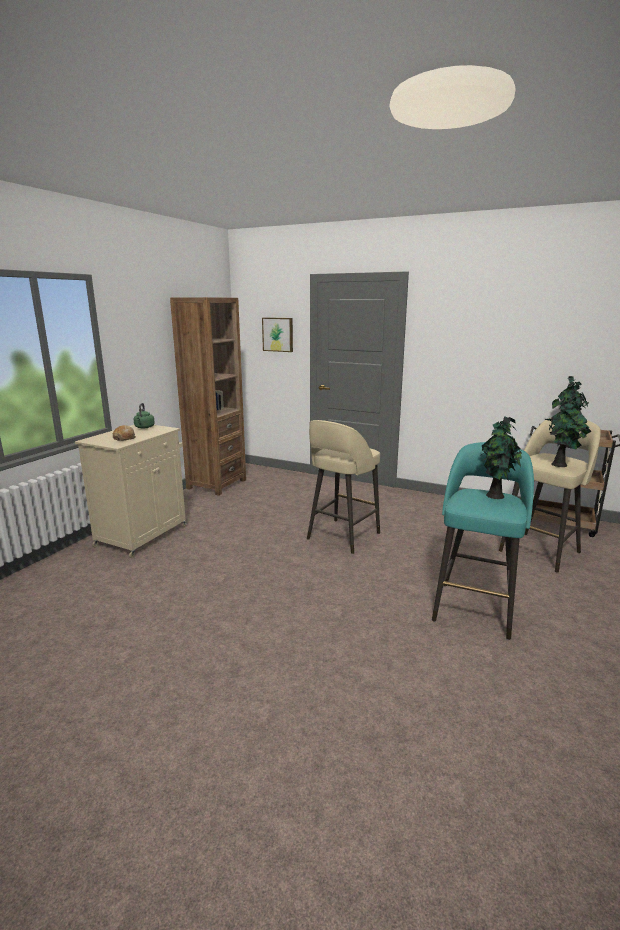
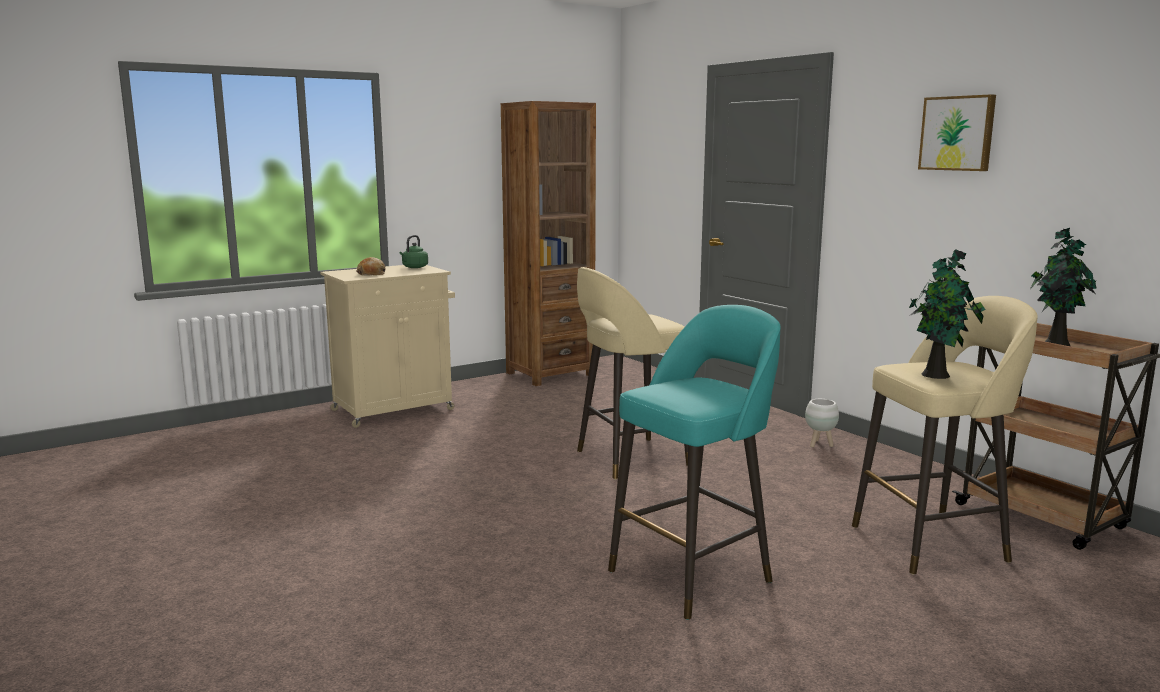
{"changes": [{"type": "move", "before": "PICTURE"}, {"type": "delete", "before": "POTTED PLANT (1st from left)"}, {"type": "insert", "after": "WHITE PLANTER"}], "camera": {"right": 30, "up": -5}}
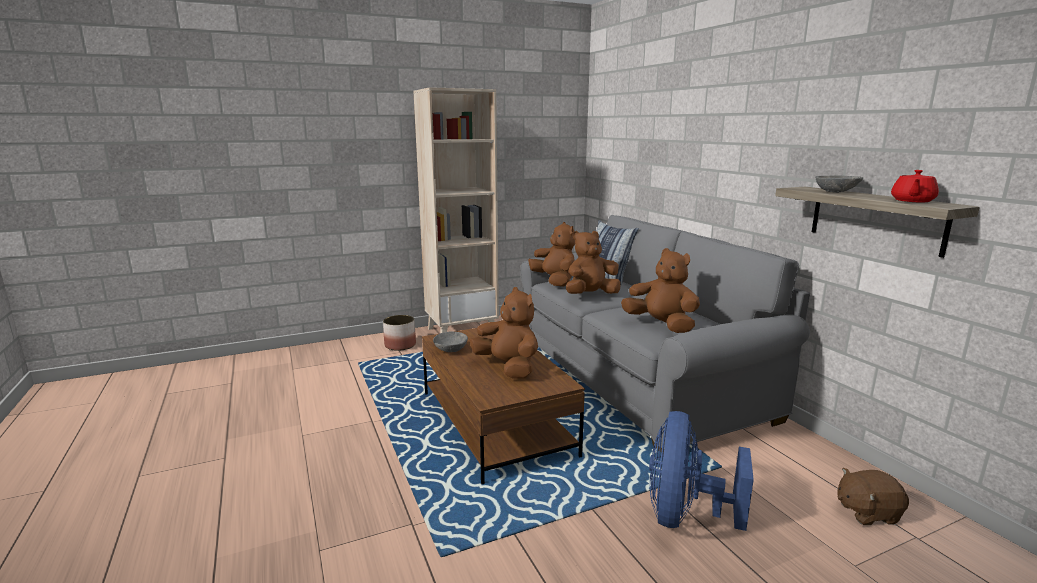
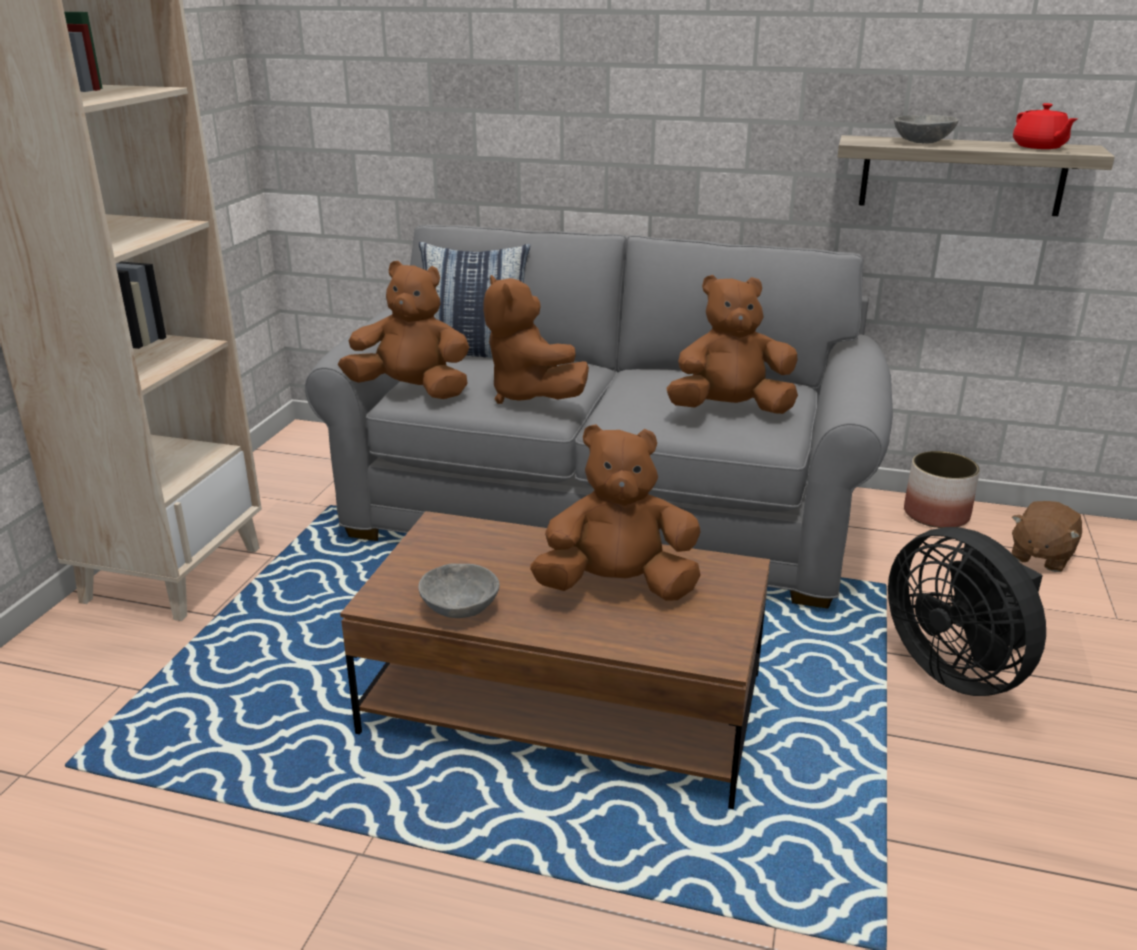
{"changes": [{"type": "rotate", "before": "BROWN PLUSH TOY (3rd from left in the first image)", "turn": -45}, {"type": "move", "before": "PLANTER"}, {"type": "recolor", "before": "BLUE FAN", "after": "BLACK FAN"}], "camera": {"right": -50, "up": 10}}
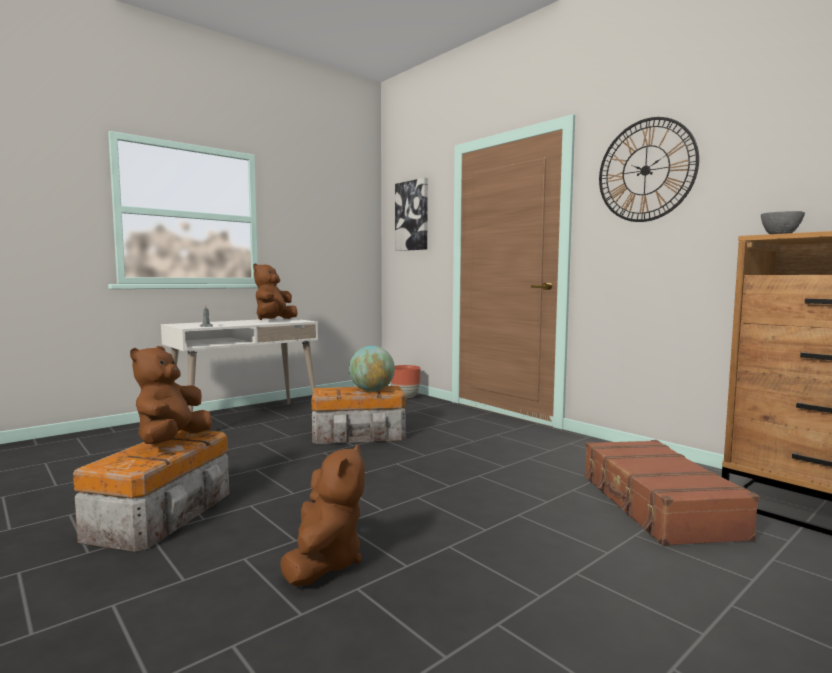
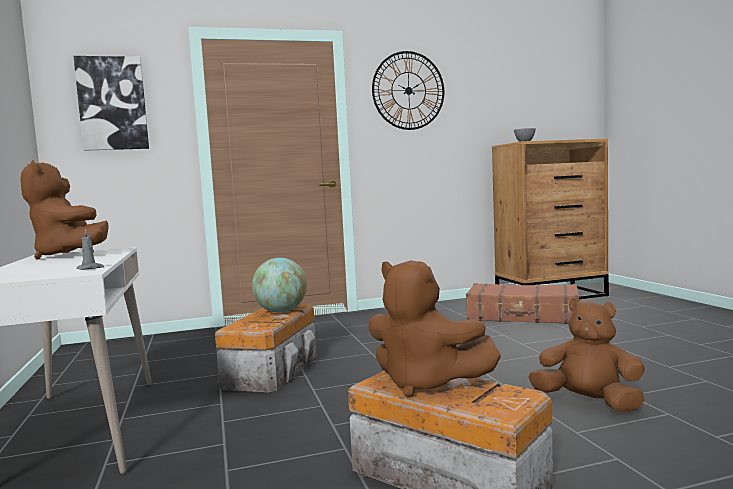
{"changes": [{"type": "delete", "before": "BROWN PLANTER"}], "camera": {"right": -65, "up": 0}}
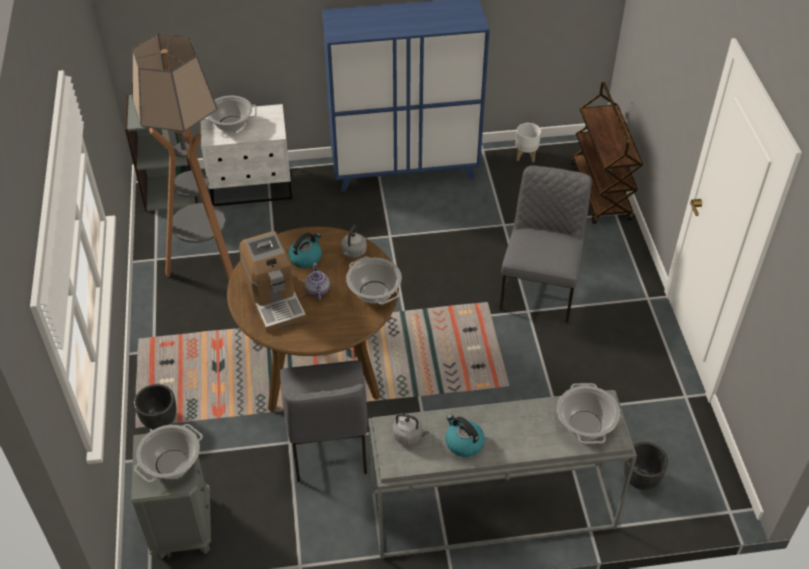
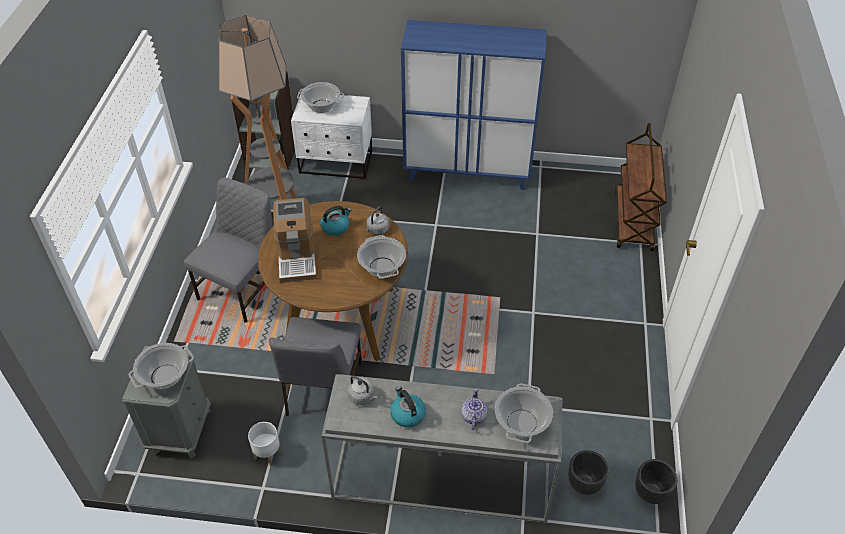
{"changes": [{"type": "move", "before": "WHITE PLANTER"}, {"type": "move", "before": "GREY CHAIR (2nd from left in the first image)", "after": "GREY CHAIR (1st from left)"}, {"type": "move", "before": "TEAPOT"}, {"type": "move", "before": "BLACK PLANTER (1st from left in the first image)", "after": "BLACK PLANTER (2nd from left)"}], "camera": {"right": 15, "up": 0}}
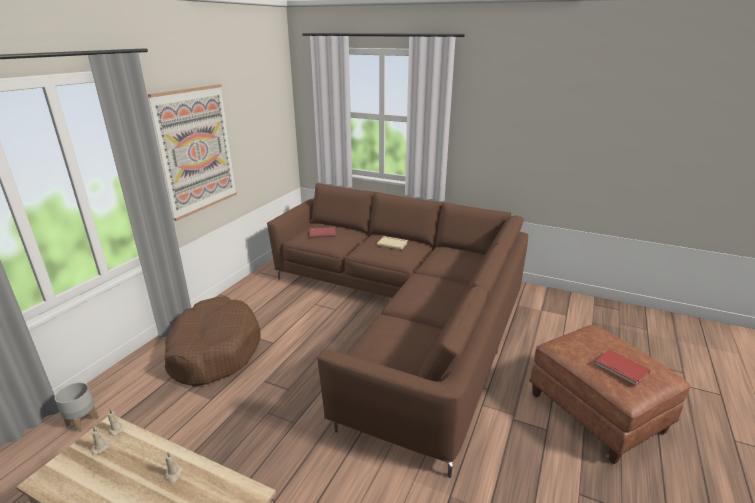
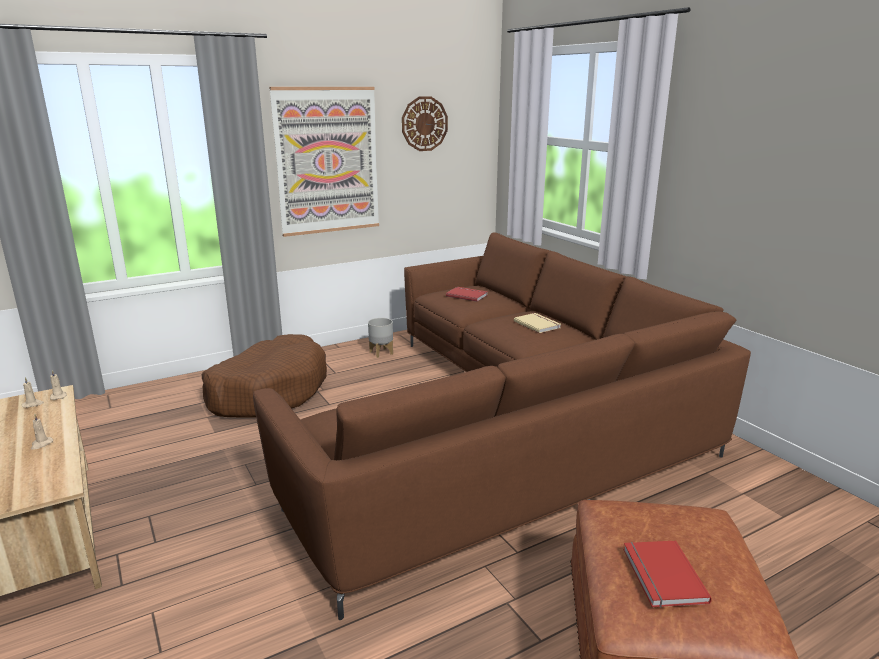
{"changes": [{"type": "move", "before": "GREY PLANTER"}, {"type": "insert", "after": "WALL CLOCK"}], "camera": {"right": 35, "up": -5}}
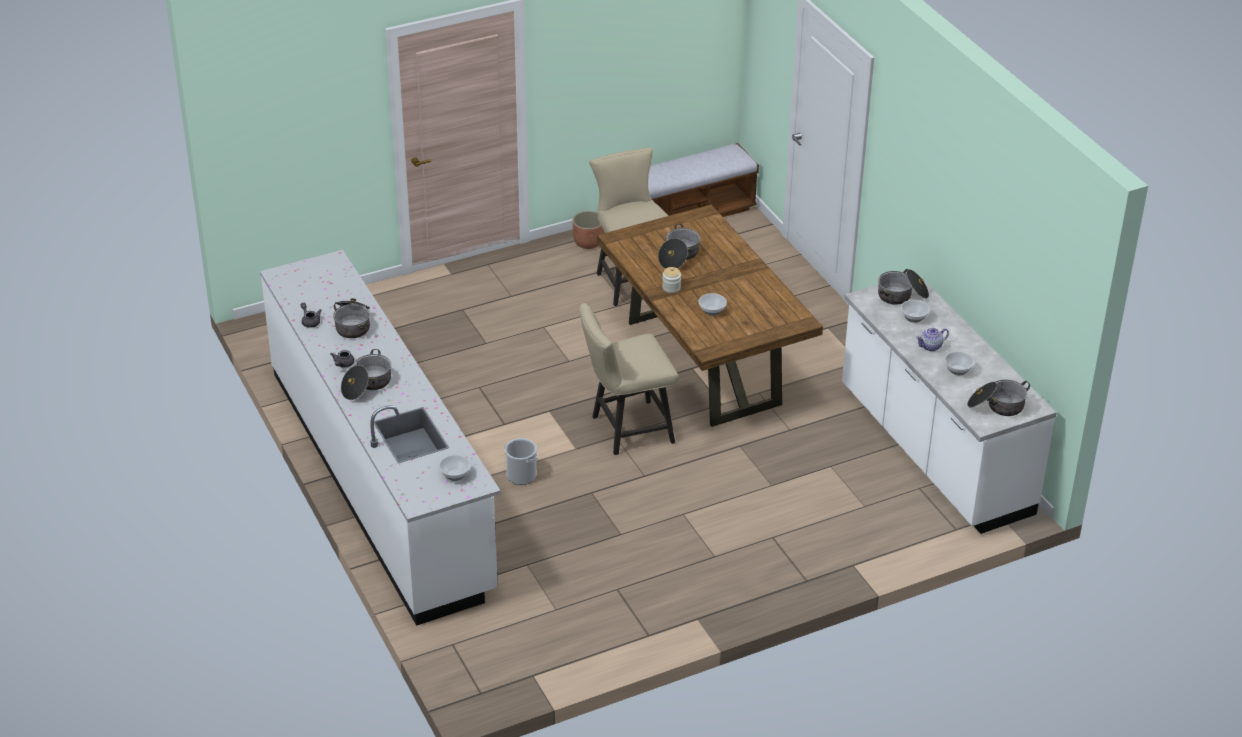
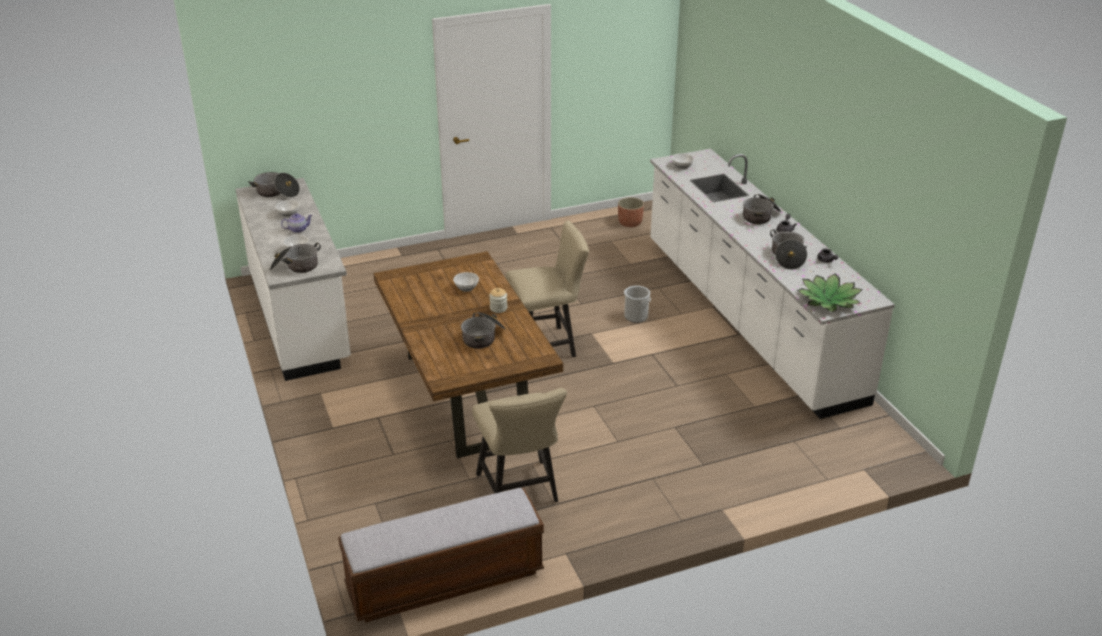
{"changes": [{"type": "move", "before": "PLANTER"}, {"type": "insert", "after": "POTTED PLANT"}], "camera": {"right": -175, "up": -5}}
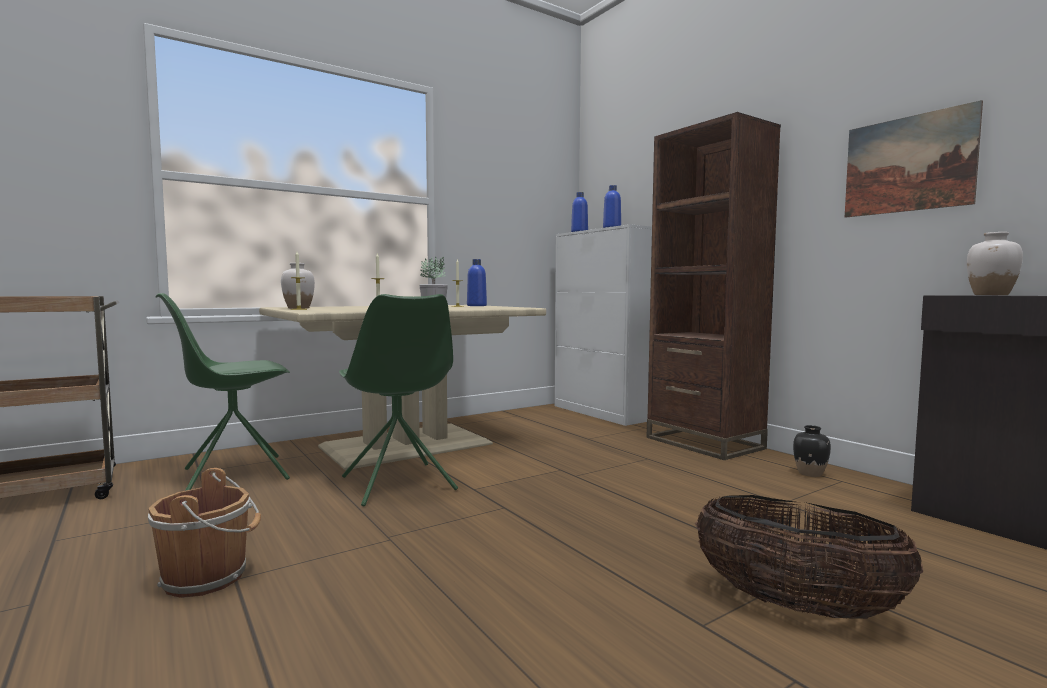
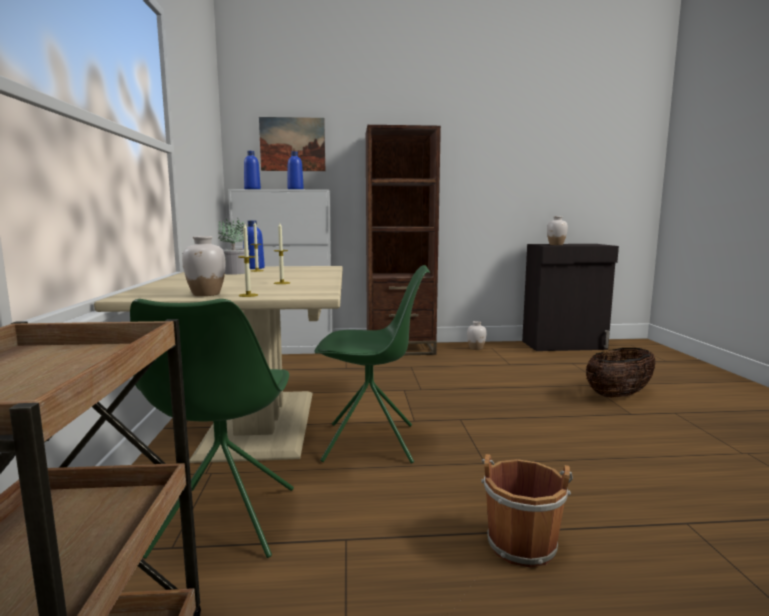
{"changes": [{"type": "move", "before": "PICTURE"}, {"type": "recolor", "before": "BLACK VASE", "after": "WHITE VASE (2nd from left)"}], "camera": {"right": -60, "up": 5}}
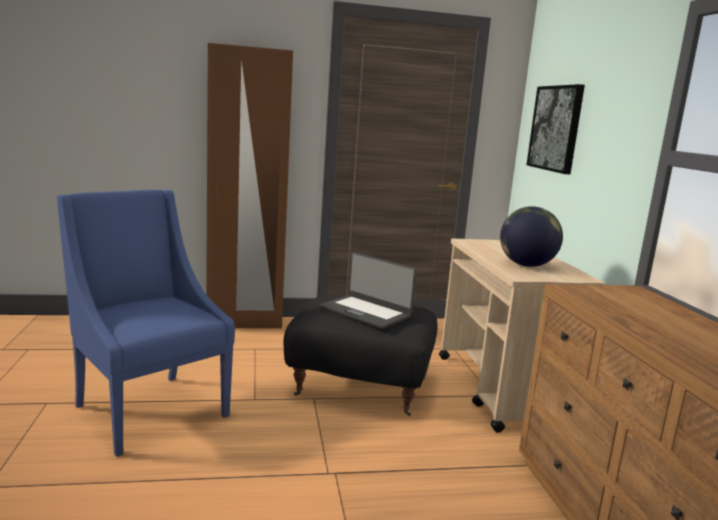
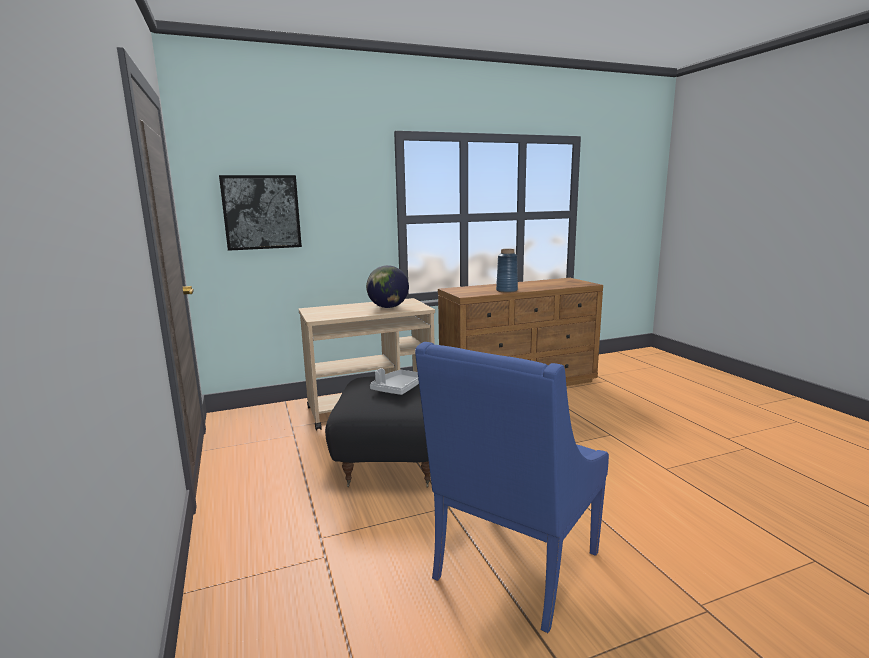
{"changes": [{"type": "delete", "before": "BROWN WARDROBE"}, {"type": "replace", "before": "LAPTOP", "after": "GREY TRAY"}, {"type": "insert", "after": "BLUE VASE"}], "camera": {"right": -100, "up": 0}}
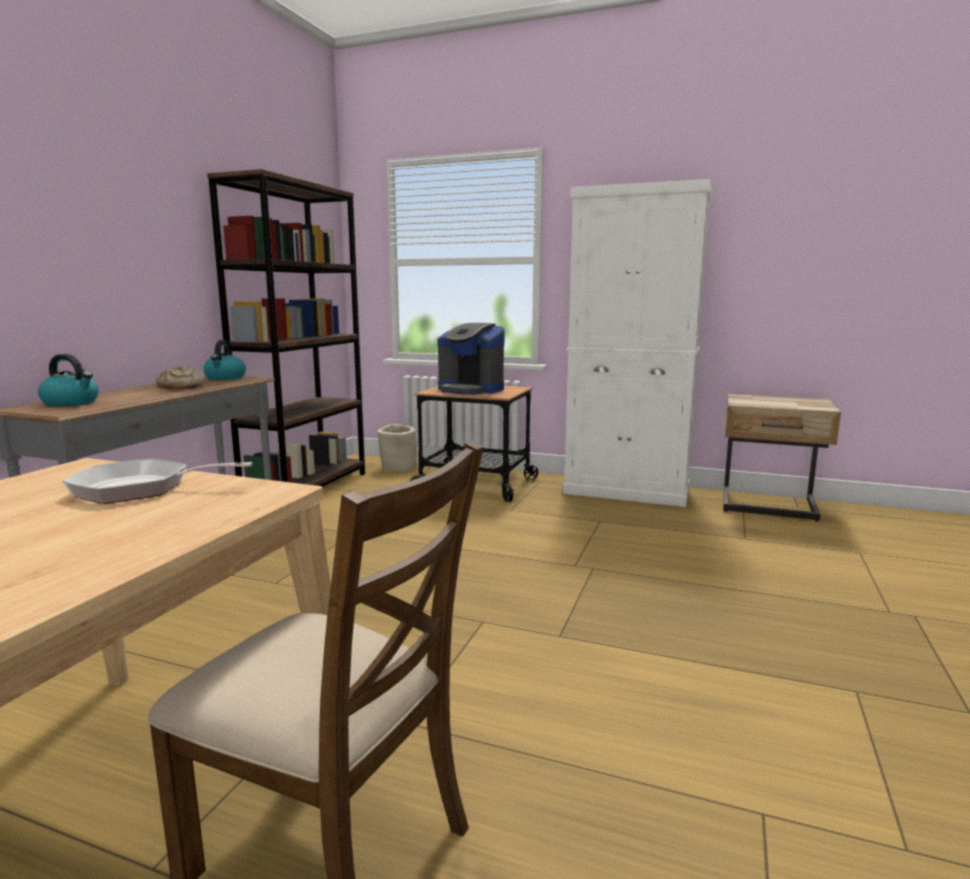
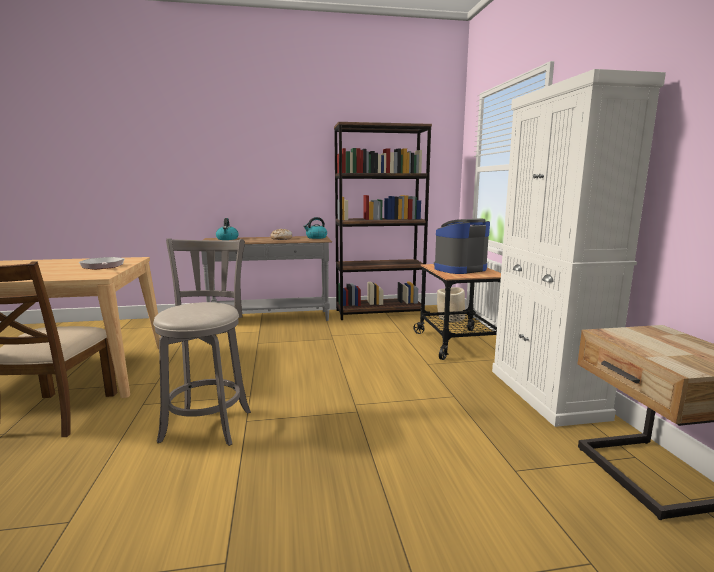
{"changes": [{"type": "rotate", "before": "COFFEE MACHINE", "turn": 60}, {"type": "insert", "after": "GREY STOOL"}], "camera": {"right": 60, "up": 0}}
